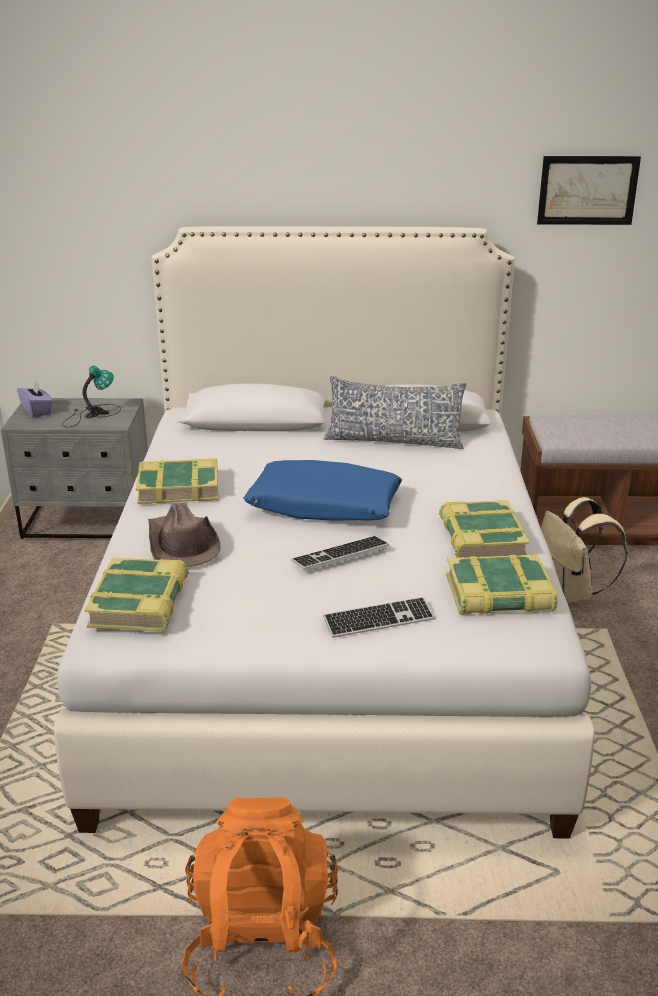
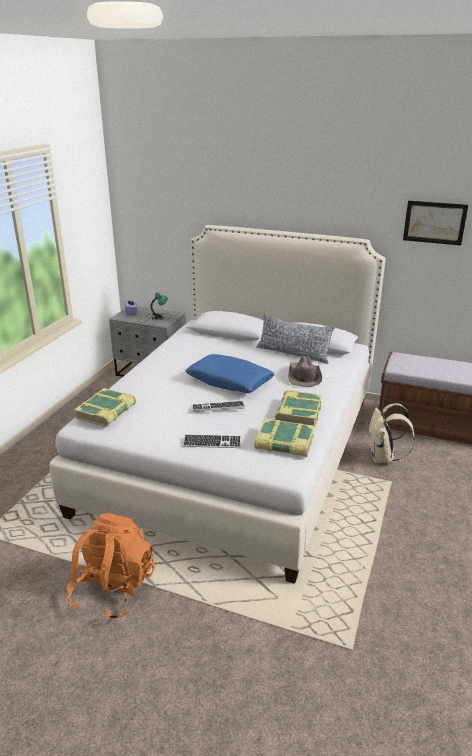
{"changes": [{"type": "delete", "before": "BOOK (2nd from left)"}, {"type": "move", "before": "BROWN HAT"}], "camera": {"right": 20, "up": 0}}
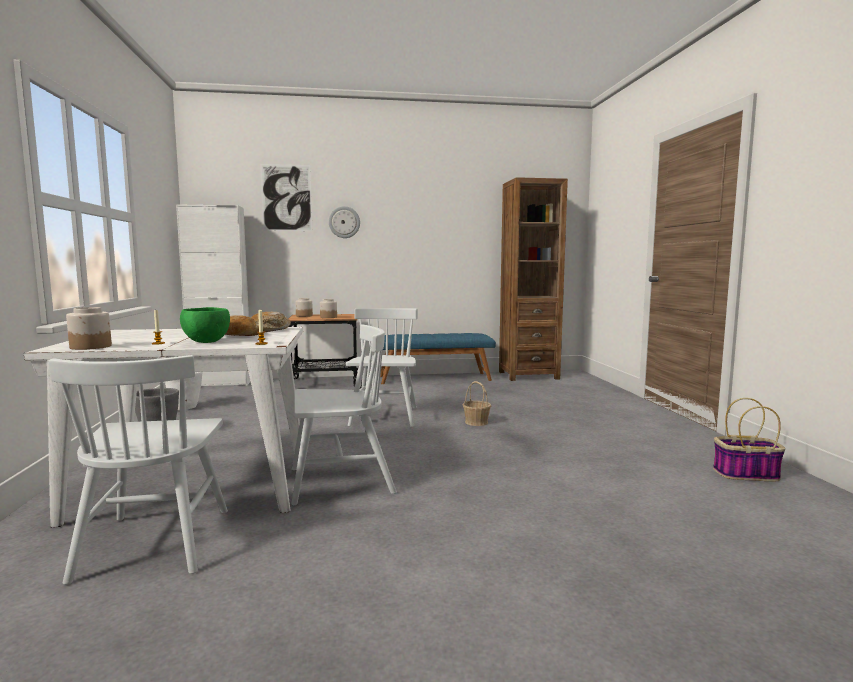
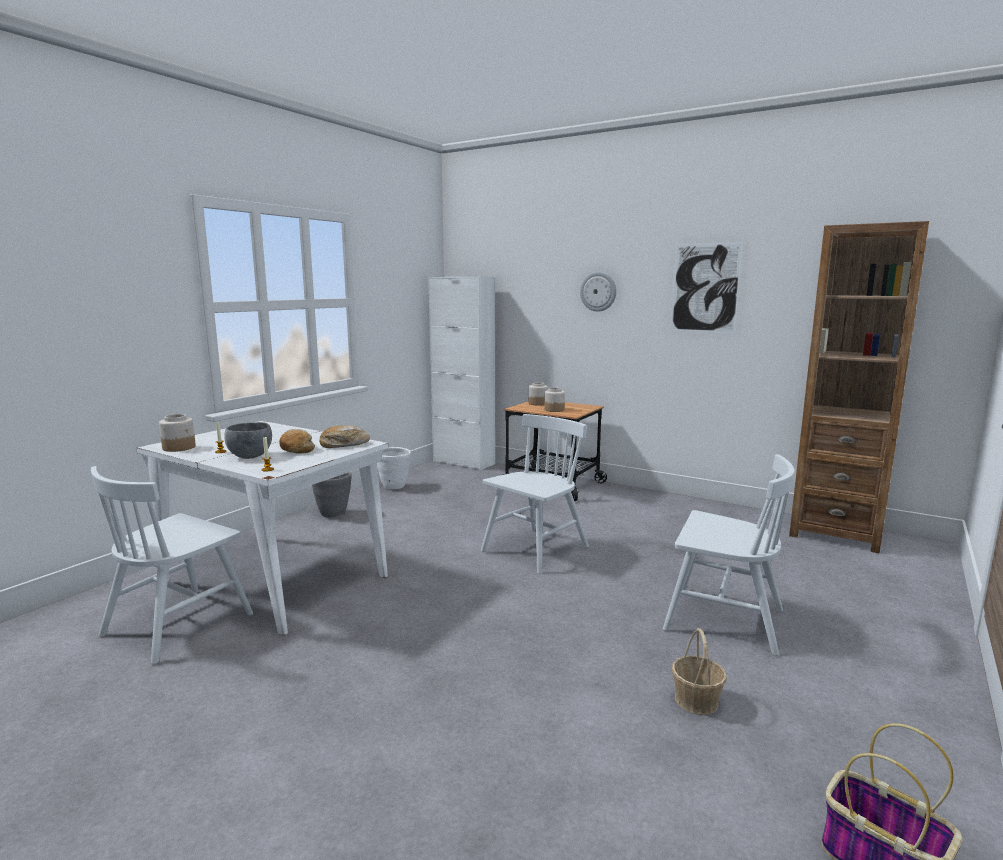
{"changes": [{"type": "move", "before": "PICTURE"}, {"type": "recolor", "before": "GREEN BOWL", "after": "GREY BOWL"}, {"type": "move", "before": "WHITE CHAIR (2nd from left in the first image)", "after": "WHITE CHAIR (3rd from left)"}, {"type": "delete", "before": "BLUE BENCH"}, {"type": "move", "before": "BASKET (1st from left)"}], "camera": {"right": 40, "up": 5}}
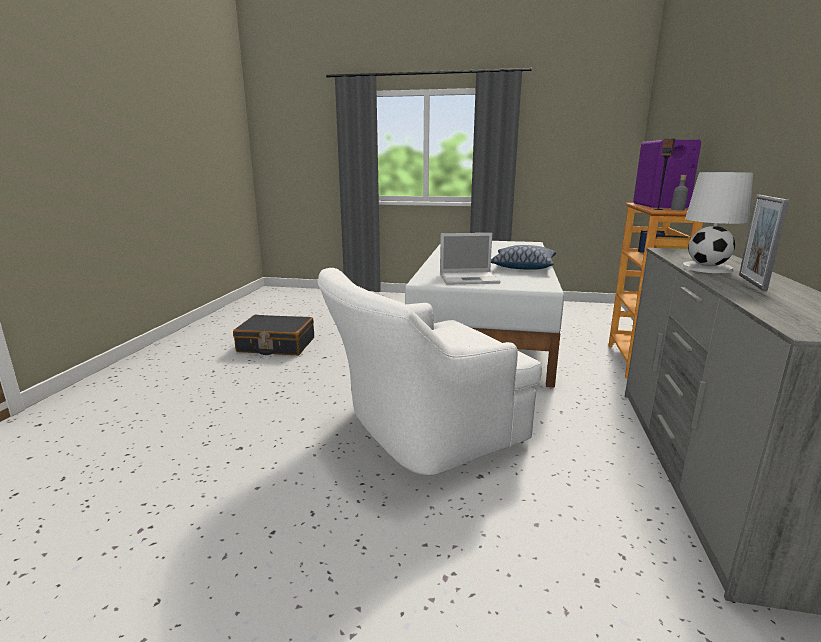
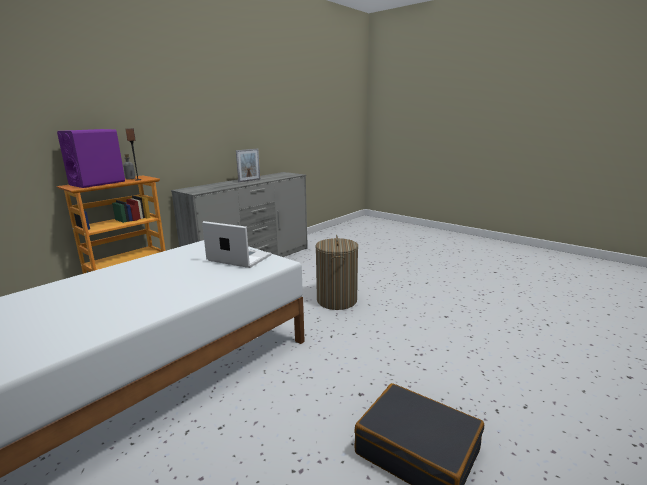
{"changes": [{"type": "delete", "before": "WHITE TABLE LAMP"}, {"type": "delete", "before": "PILLOW"}, {"type": "replace", "before": "WHITE ARMCHAIR", "after": "LAUNDRY BASKET"}], "camera": {"right": -150, "up": 0}}
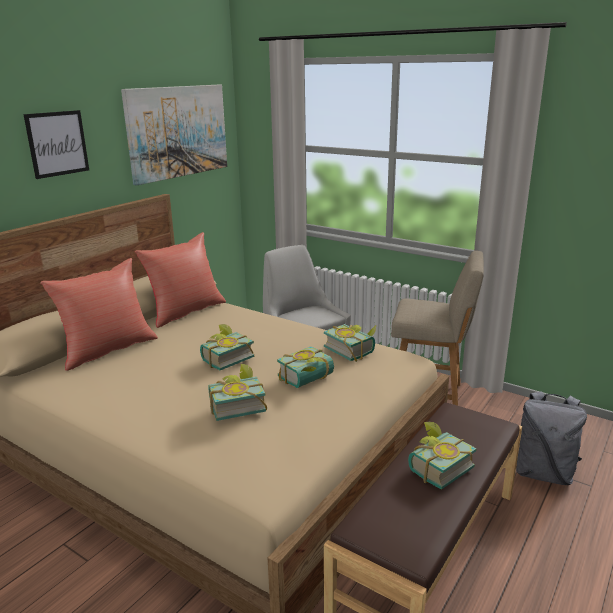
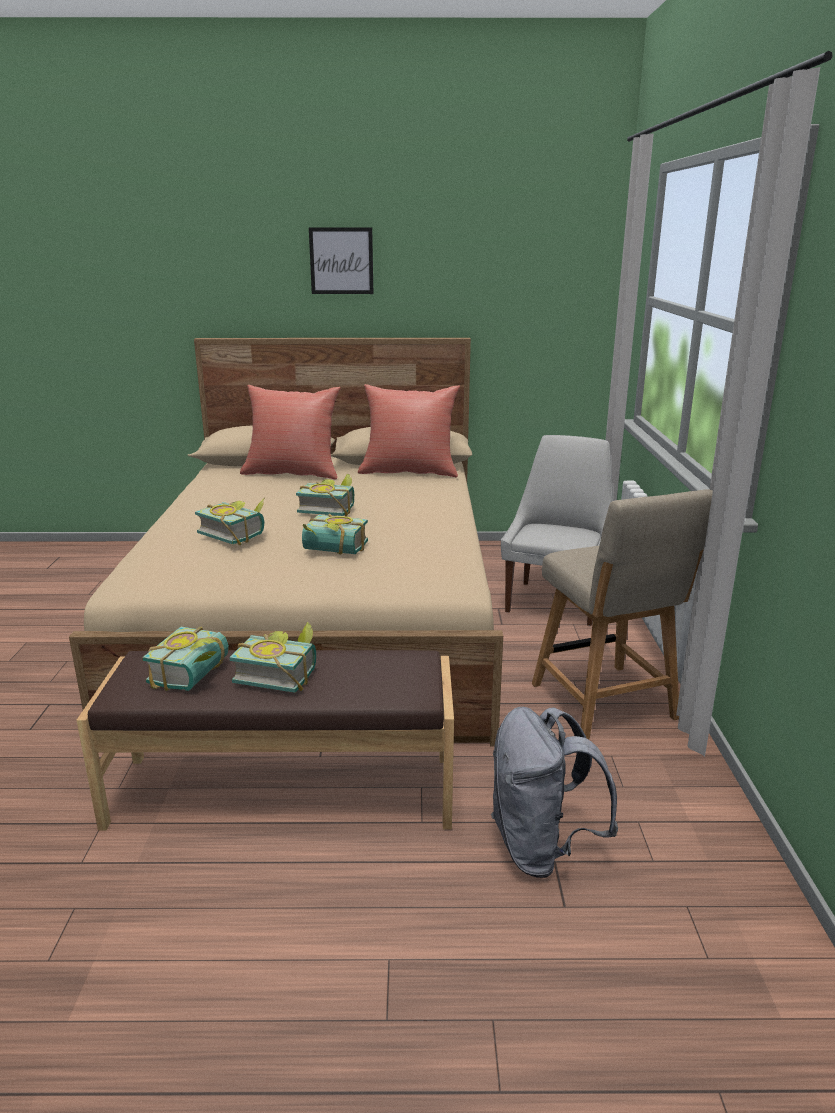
{"changes": [{"type": "delete", "before": "PICTURE (2nd from left)"}, {"type": "move", "before": "BOOK (4th from left in the first image)", "after": "BOOK (1st from left)"}], "camera": {"right": 55, "up": 0}}
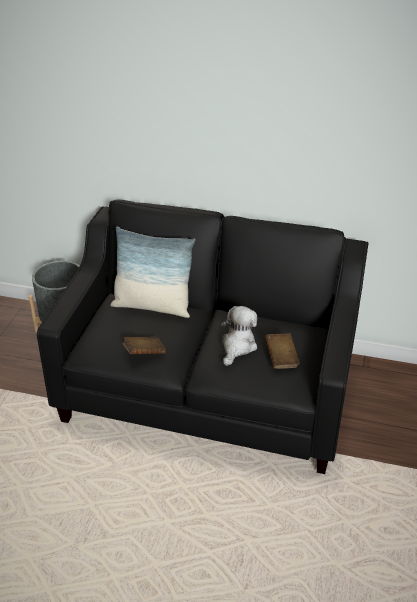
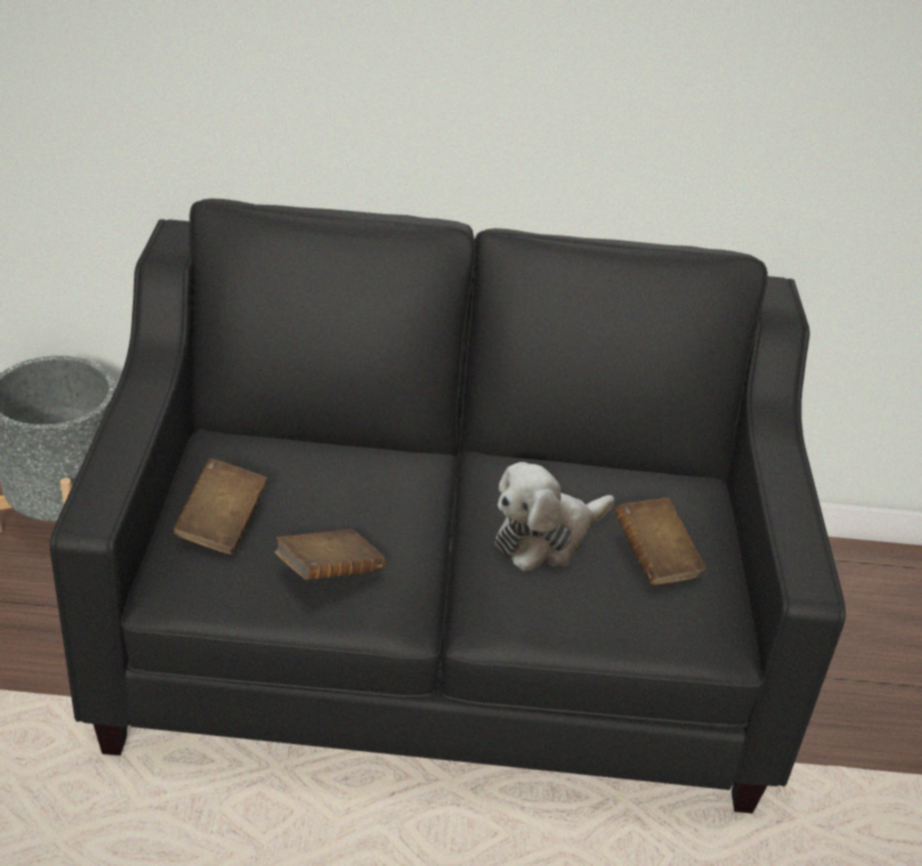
{"changes": [{"type": "delete", "before": "PILLOW"}, {"type": "rotate", "before": "PLUSH TOY", "turn": -135}, {"type": "insert", "after": "BROWN BOOK (1st from left)"}], "camera": {"right": -15, "up": 0}}
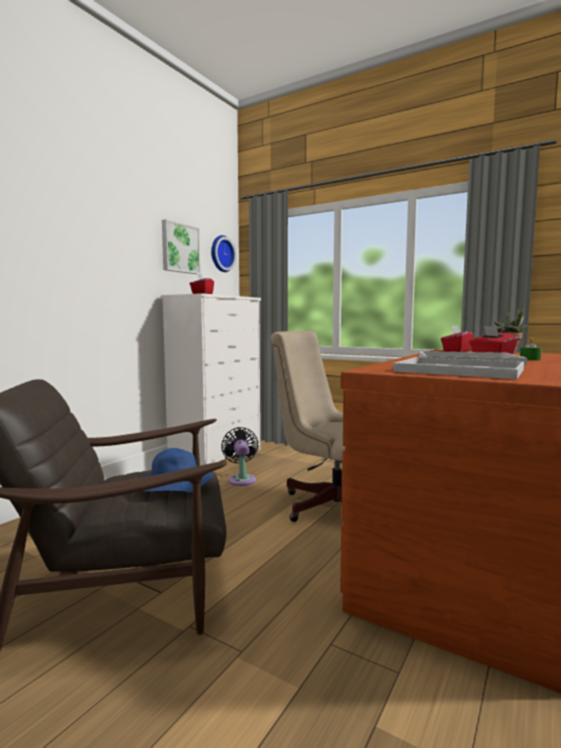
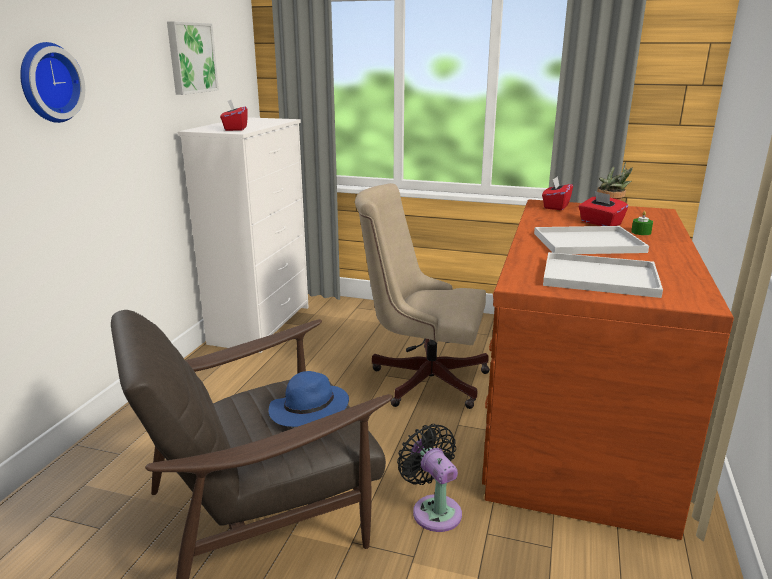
{"changes": [{"type": "move", "before": "WALL CLOCK"}, {"type": "move", "before": "BLACK FAN"}], "camera": {"right": -15, "up": 15}}
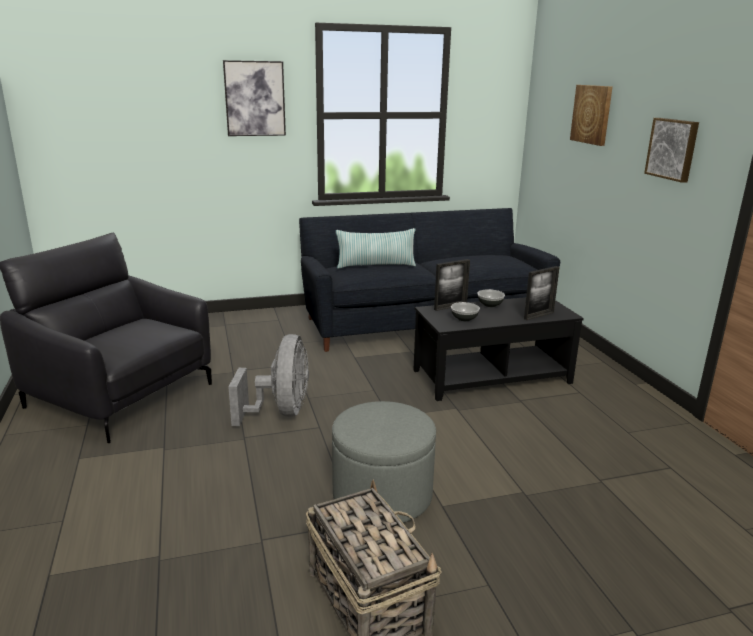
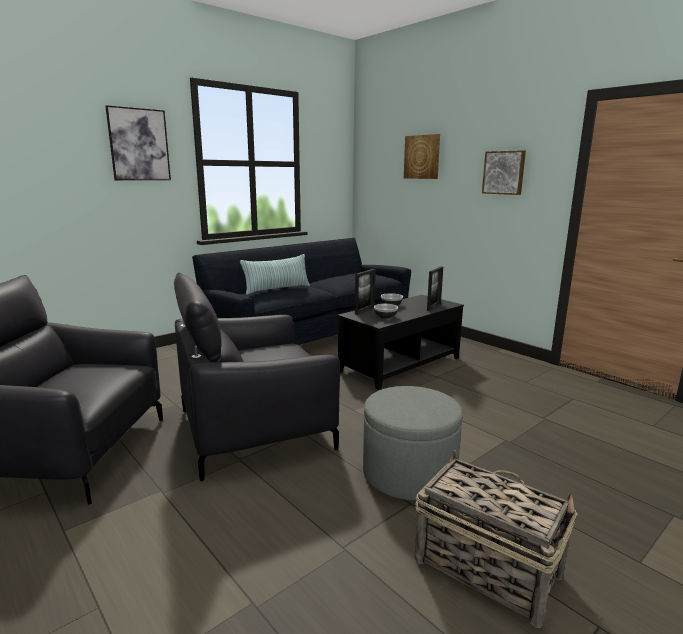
{"changes": [{"type": "replace", "before": "GREY FAN", "after": "BLACK ARMCHAIR (2nd from left)"}], "camera": {"right": -25, "up": -5}}
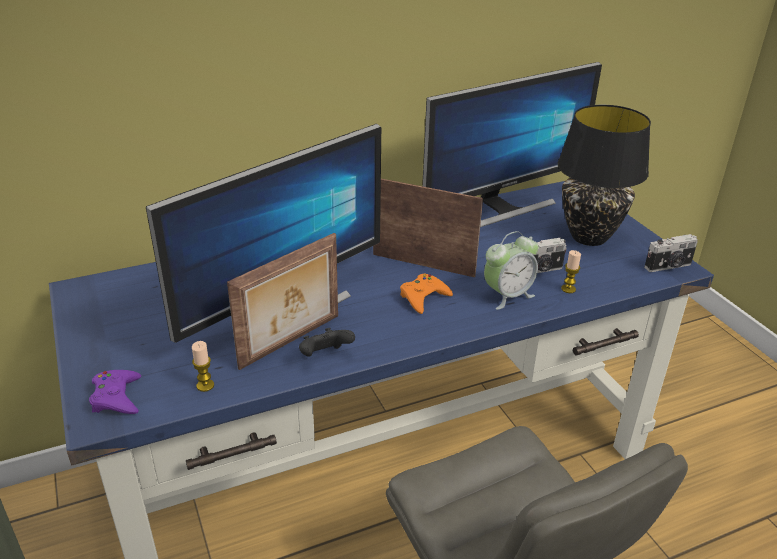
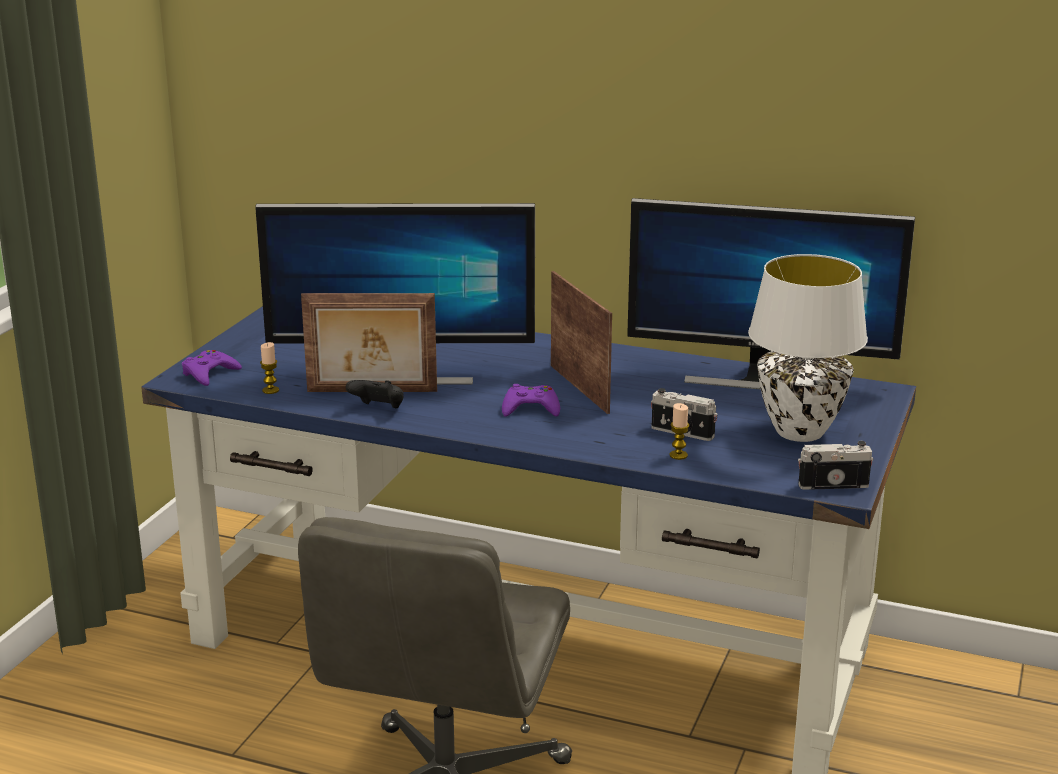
{"changes": [{"type": "recolor", "before": "BLACK TABLE LAMP", "after": "WHITE TABLE LAMP"}, {"type": "delete", "before": "ALARM CLOCK"}, {"type": "rotate", "before": "PHOTO CAMERA (2nd from left)", "turn": 150}, {"type": "recolor", "before": "ORANGE GAME CONTROLLER", "after": "PURPLE GAME CONTROLLER (2nd from left)"}], "camera": {"right": 45, "up": -10}}
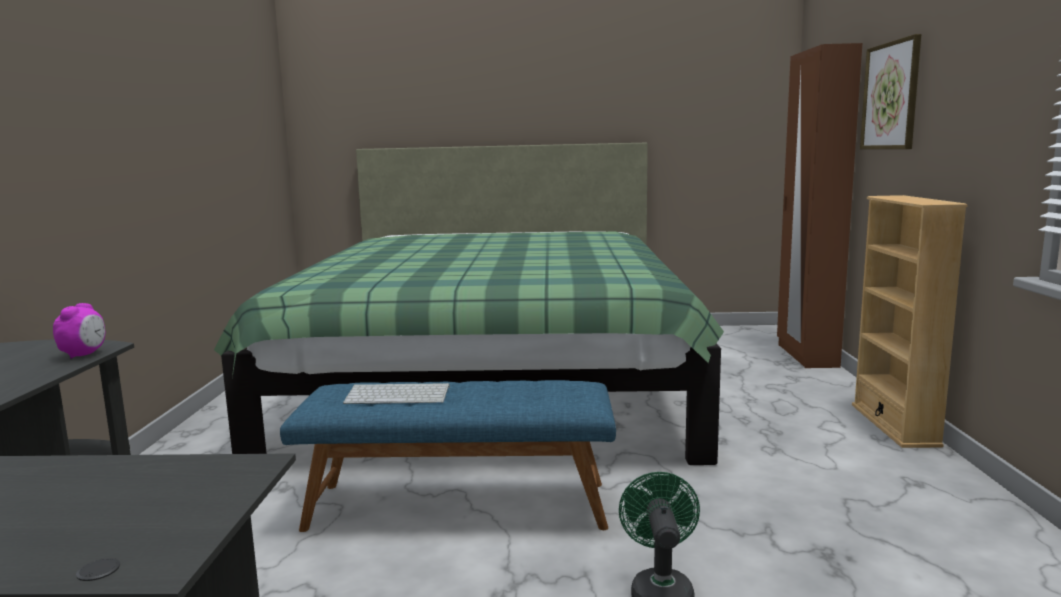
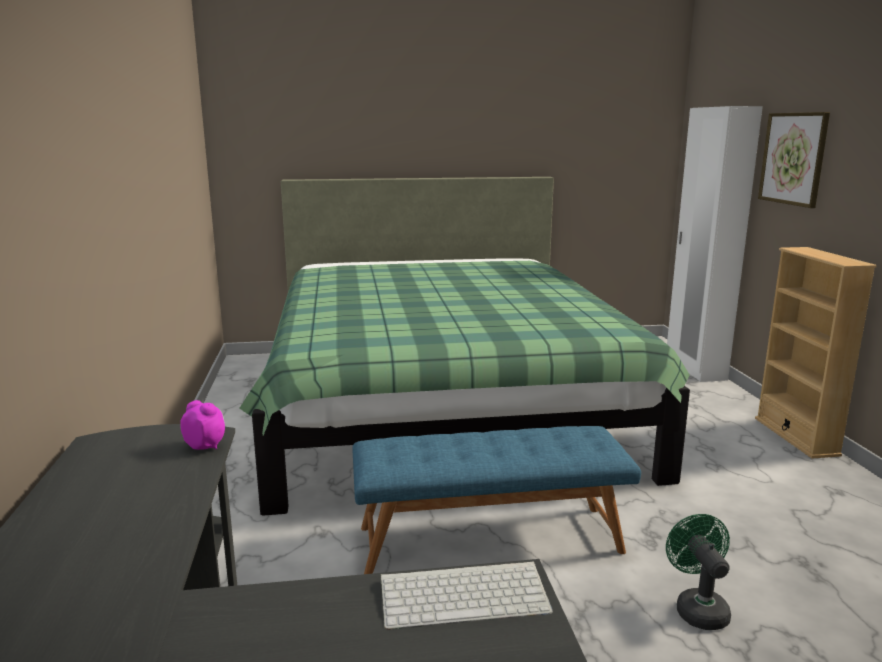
{"changes": [{"type": "recolor", "before": "BROWN WARDROBE", "after": "WHITE WARDROBE"}, {"type": "rotate", "before": "ALARM CLOCK", "turn": -60}, {"type": "move", "before": "KEYBOARD"}], "camera": {"right": -10, "up": 5}}
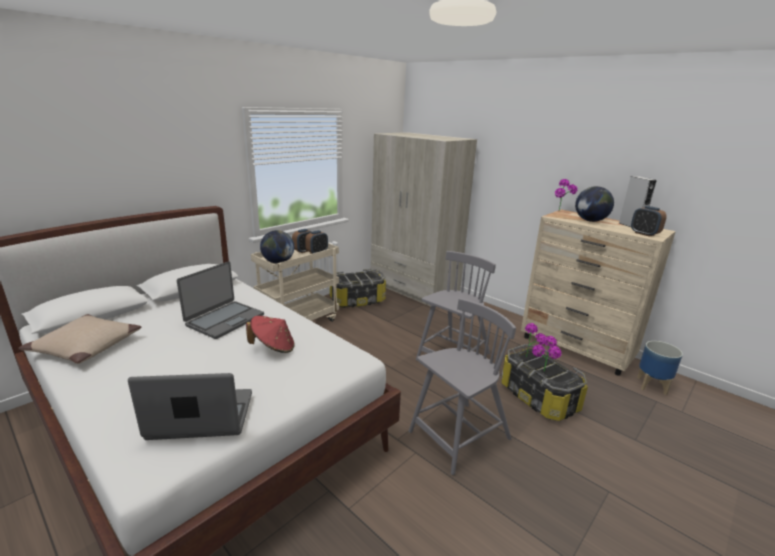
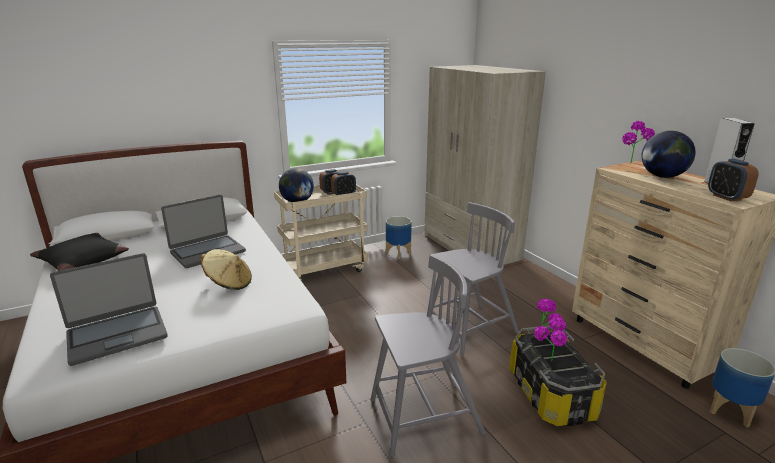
{"changes": [{"type": "replace", "before": "STORAGE BOX (1st from left)", "after": "PLANTER (1st from left)"}, {"type": "recolor", "before": "BEIGE PILLOW", "after": "BLACK PILLOW"}, {"type": "recolor", "before": "RED HAT", "after": "BEIGE HAT"}, {"type": "rotate", "before": "LAPTOP (1st from left)", "turn": 135}], "camera": {"right": 20, "up": 0}}
